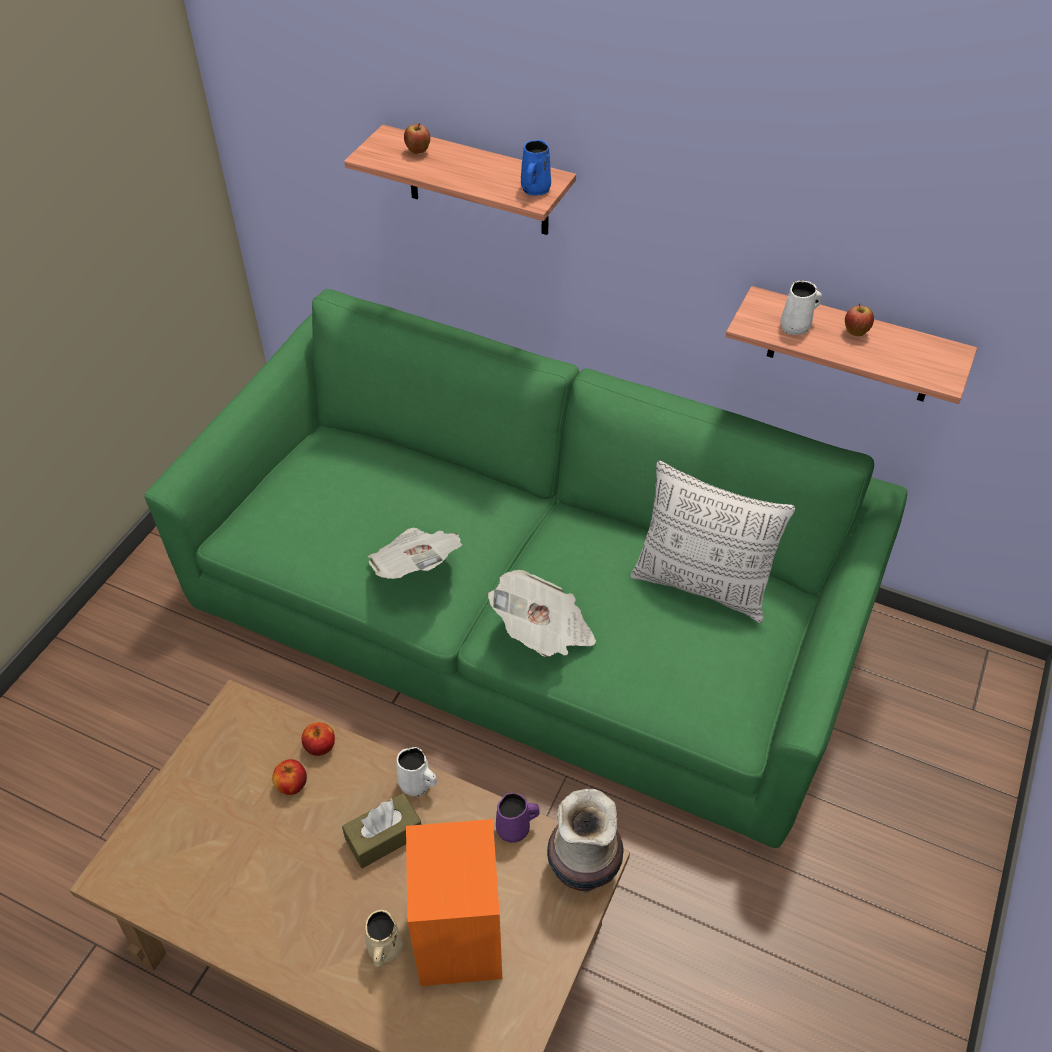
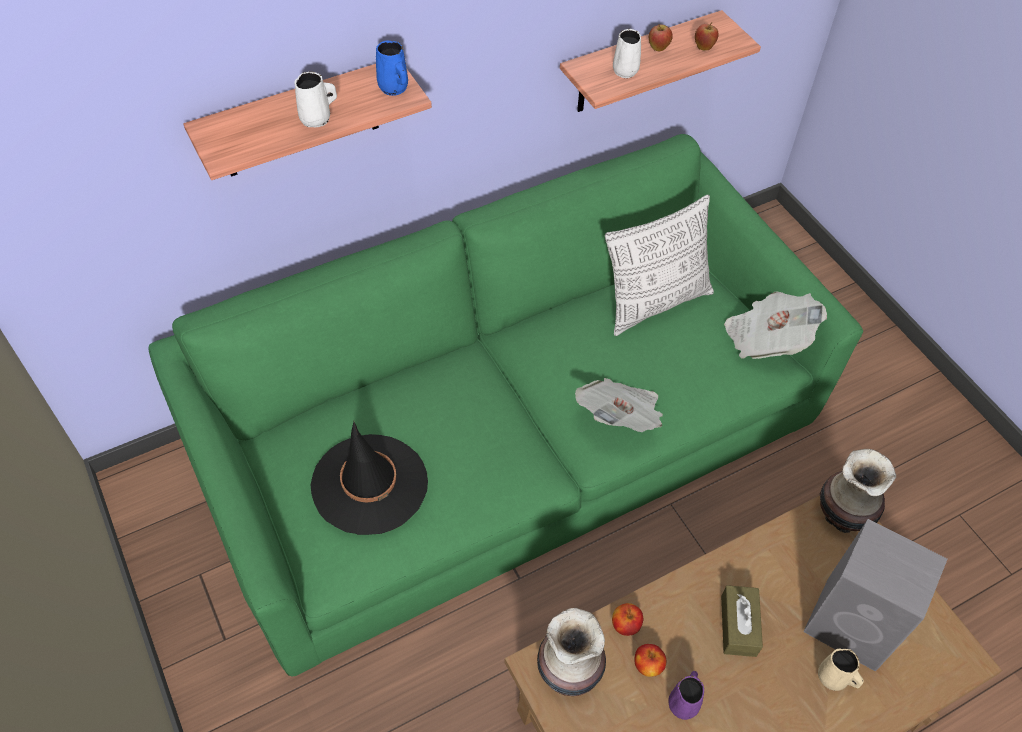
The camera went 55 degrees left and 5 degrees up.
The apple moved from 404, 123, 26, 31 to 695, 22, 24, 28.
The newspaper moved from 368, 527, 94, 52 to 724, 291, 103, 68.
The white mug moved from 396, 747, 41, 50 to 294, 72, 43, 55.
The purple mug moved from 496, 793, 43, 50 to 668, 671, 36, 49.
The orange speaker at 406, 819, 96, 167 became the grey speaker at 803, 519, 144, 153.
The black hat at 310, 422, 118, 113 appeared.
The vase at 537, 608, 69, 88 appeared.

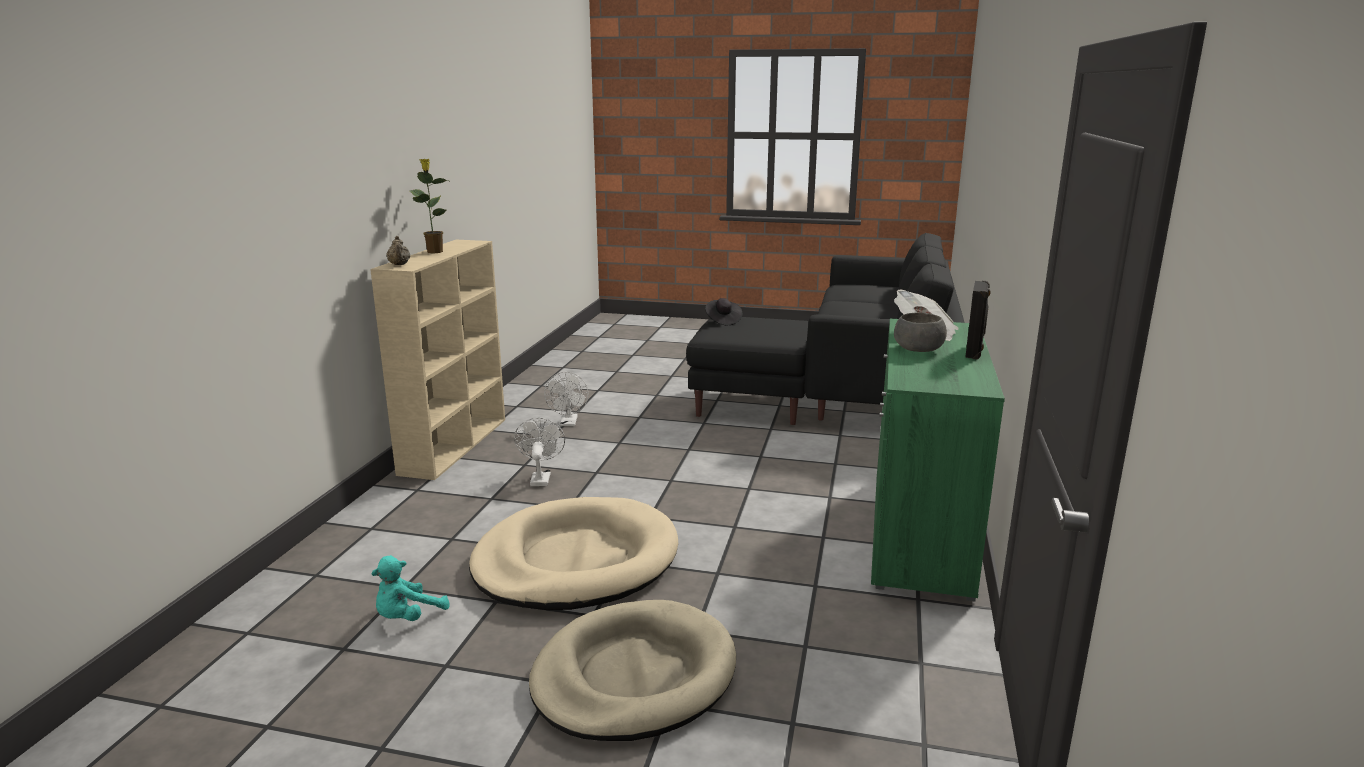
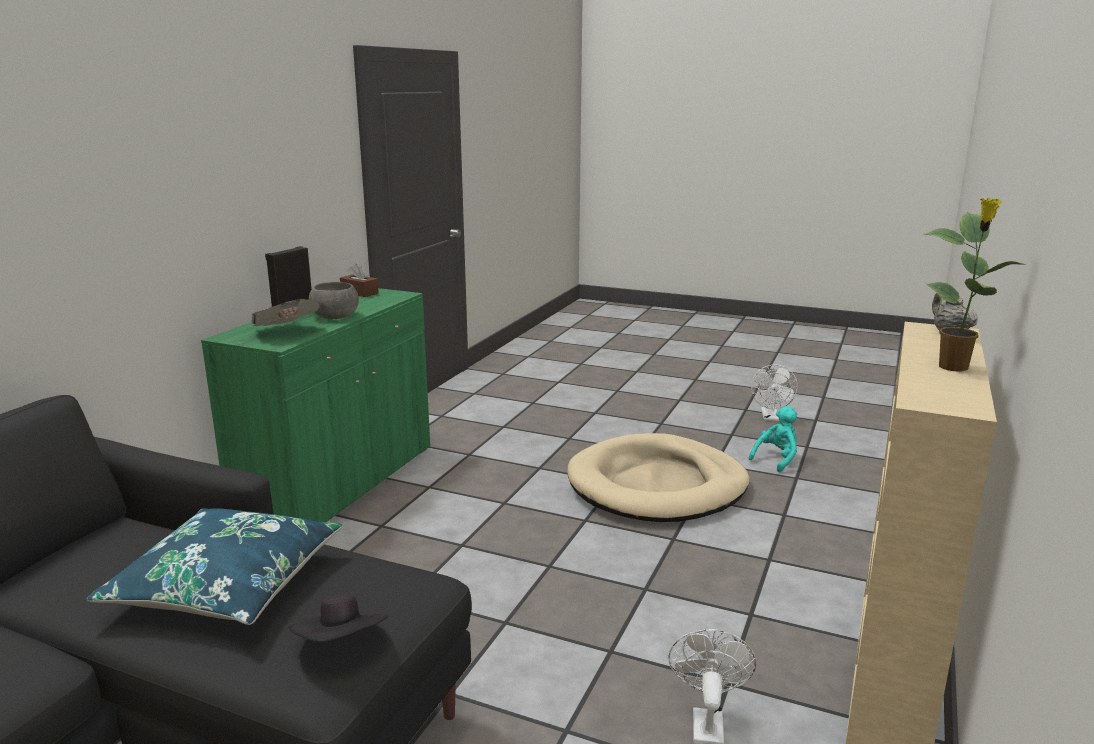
The camera went 170 degrees left and 0 degrees up.
The white fan moved from 514, 418, 51, 68 to 751, 364, 47, 57.
The beige dog bed at 529, 600, 207, 141 disappeared.
The brown tissue box at 340, 264, 39, 33 appeared.
The blue pillow at 87, 508, 256, 117 appeared.

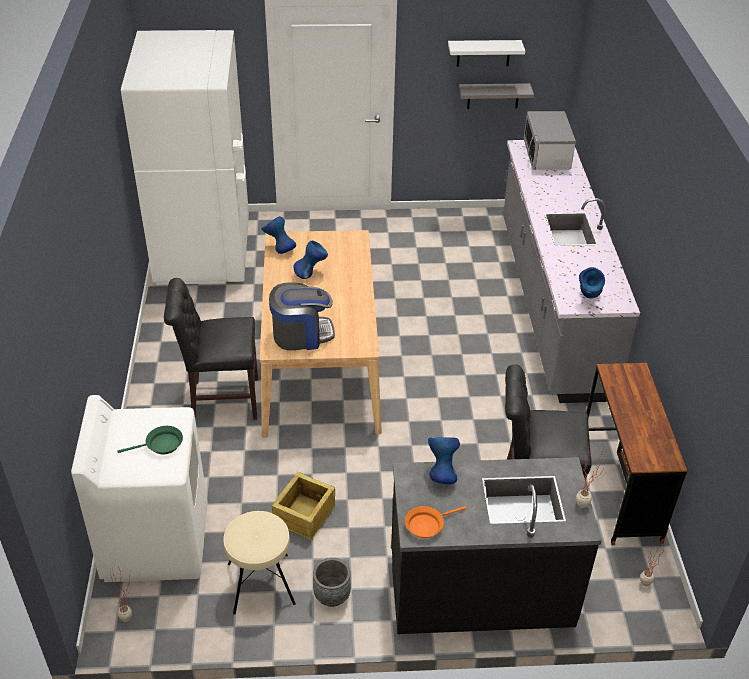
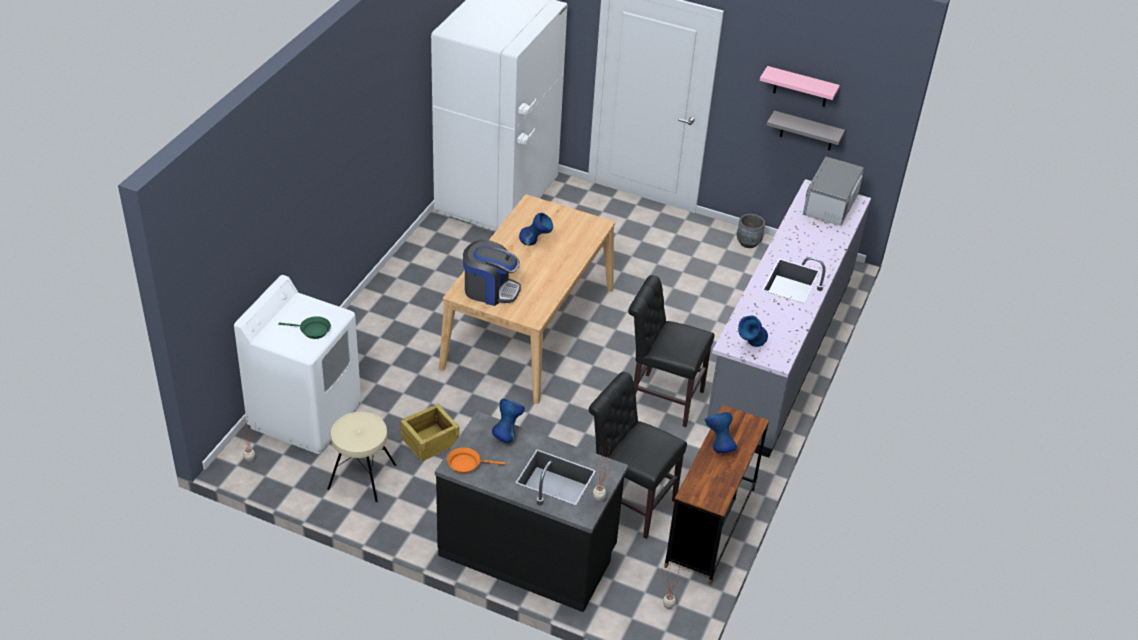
The camera went 25 degrees right and 0 degrees up.
The white shelf at 448, 40, 77, 27 became the pink shelf at 760, 66, 80, 41.
The blue vase moved from 261, 216, 35, 38 to 705, 412, 32, 41.
The black chair moved from 164, 278, 94, 142 to 629, 275, 85, 152.
The grey planter moved from 313, 558, 38, 49 to 737, 214, 28, 34.

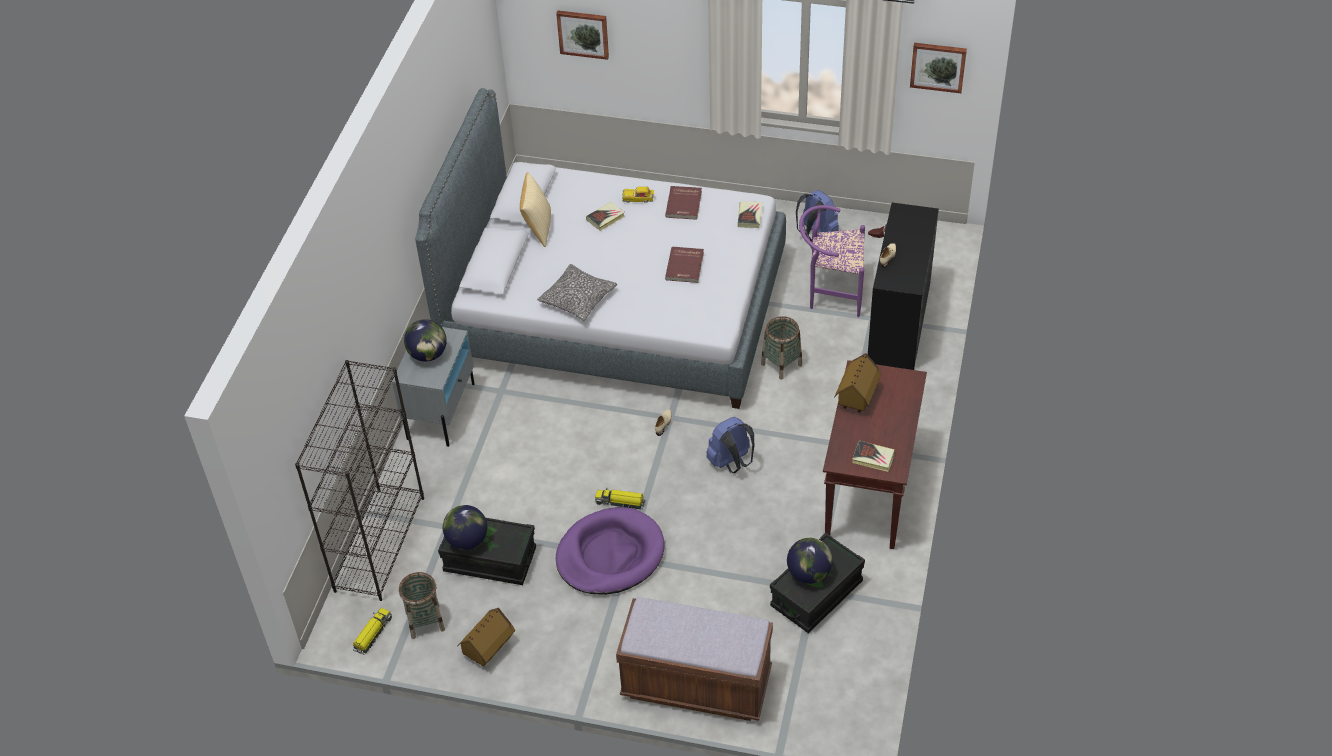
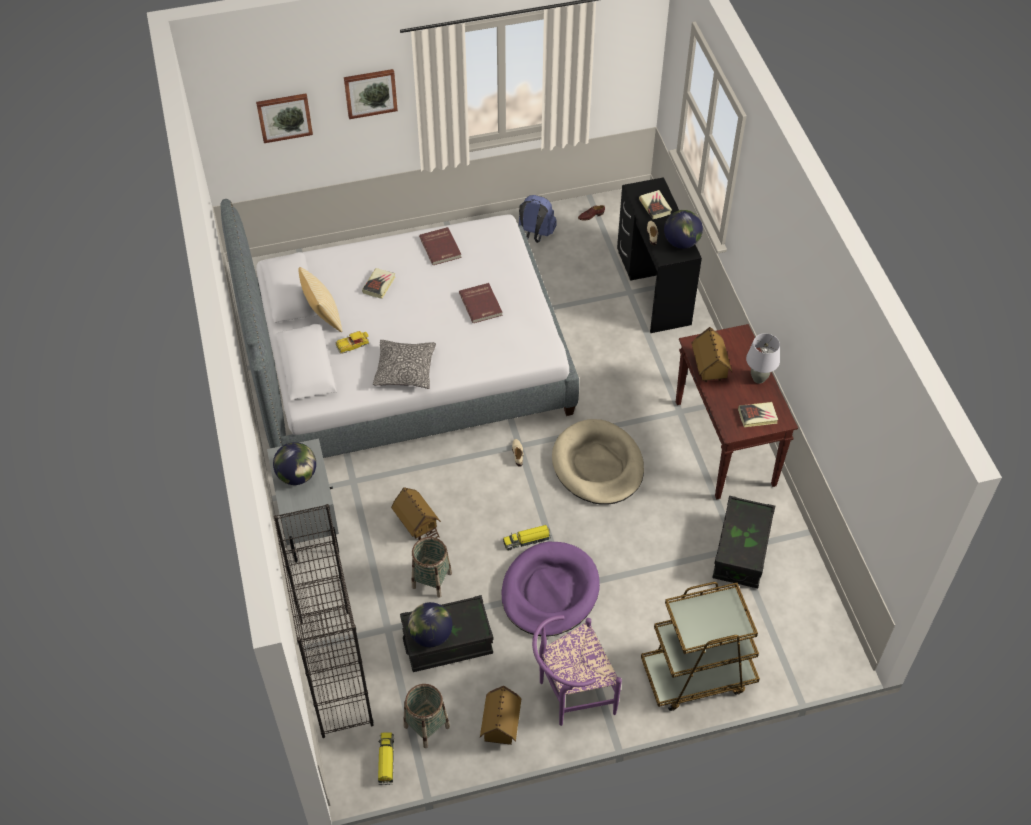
The camera went 30 degrees left and 5 degrees up.
The picture moved from 910, 43, 57, 50 to 344, 69, 54, 50.
The toy car moved from 622, 186, 32, 17 to 335, 331, 34, 23.
The book moved from 738, 201, 24, 27 to 639, 190, 33, 29.
The purple chair moved from 799, 205, 66, 112 to 532, 615, 90, 111.
The basket moved from 761, 316, 41, 64 to 412, 537, 40, 61.
The blue backpack at 706, 417, 48, 56 was replaced by the beige dog bed at 552, 419, 92, 86.
The globe moved from 787, 538, 46, 46 to 664, 210, 39, 39.
The brown bench at 616, 597, 157, 124 was replaced by the brown cart at 641, 582, 119, 129.
The grey table lamp at 746, 333, 34, 51 appeared.
The toy house at 391, 487, 50, 53 appeared.

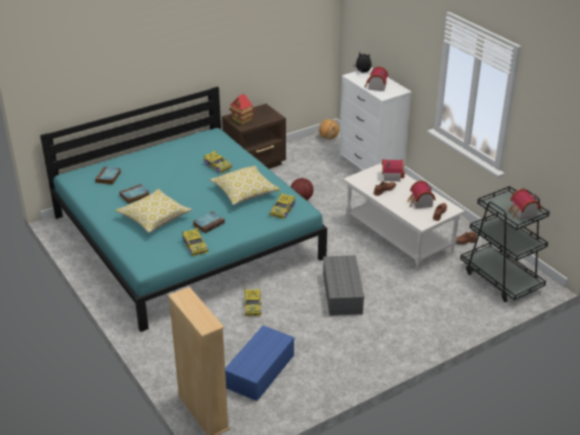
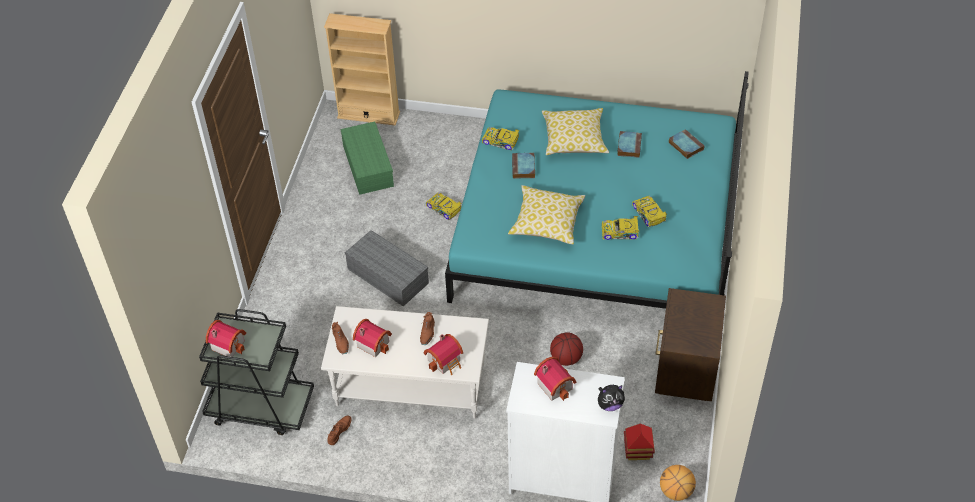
The camera went 135 degrees right and 15 degrees up.
The toy house moved from 229, 94, 25, 30 to 624, 424, 31, 36.
The toy car moved from 270, 193, 25, 26 to 632, 196, 35, 31.
The blue storage box at 225, 325, 70, 76 became the green storage box at 340, 121, 54, 74.

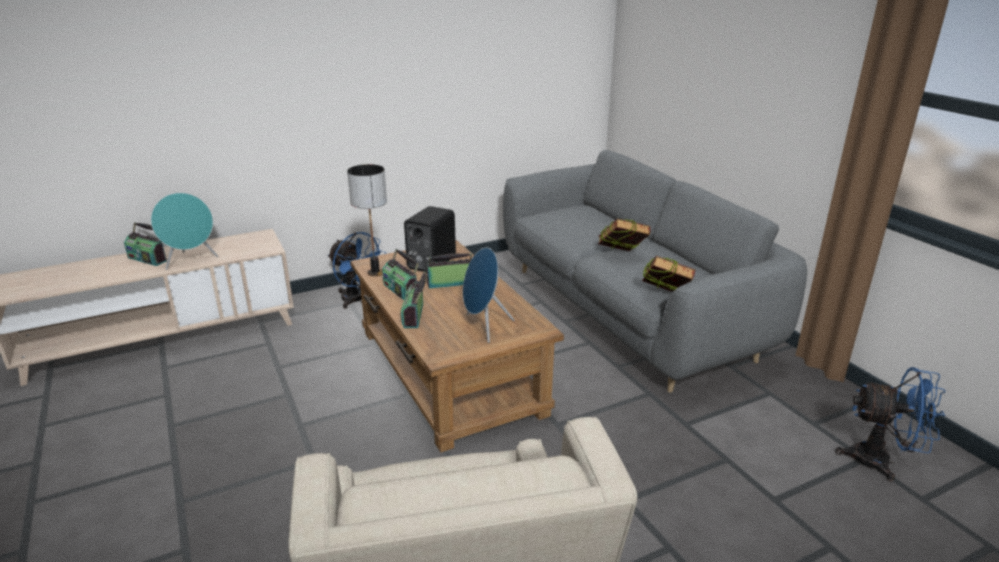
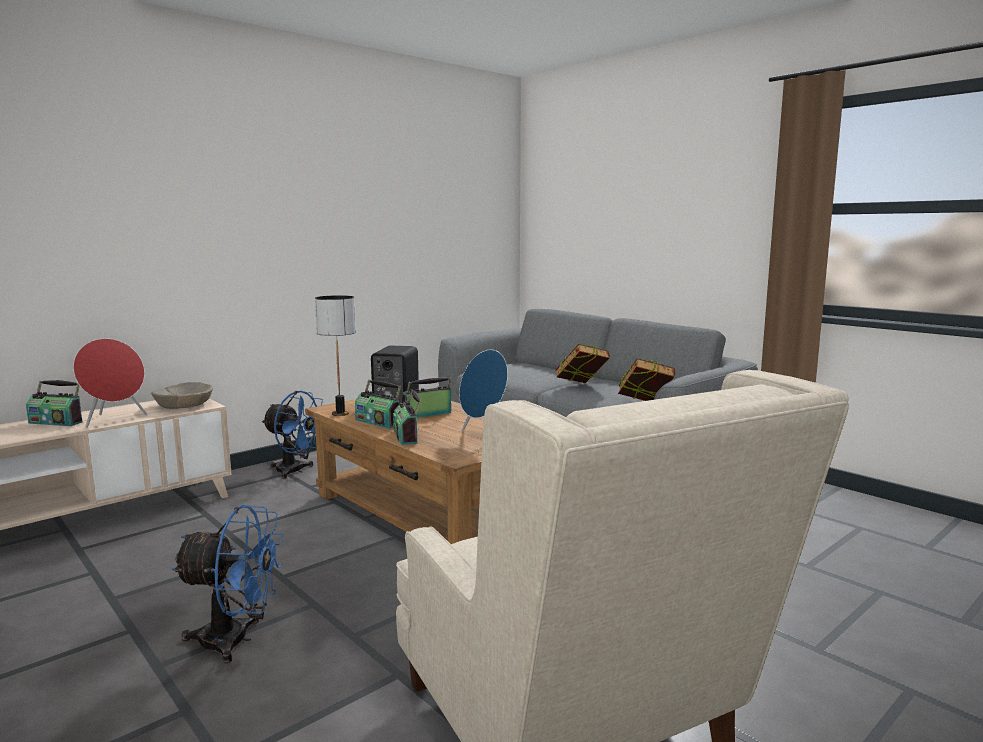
The camera went 15 degrees left and 15 degrees down.
The turquoise speaker at 151, 193, 67, 77 became the red speaker at 73, 339, 74, 89.
The blue fan moved from 835, 367, 111, 114 to 171, 505, 112, 158.
The beige bowl at 151, 382, 62, 27 appeared.

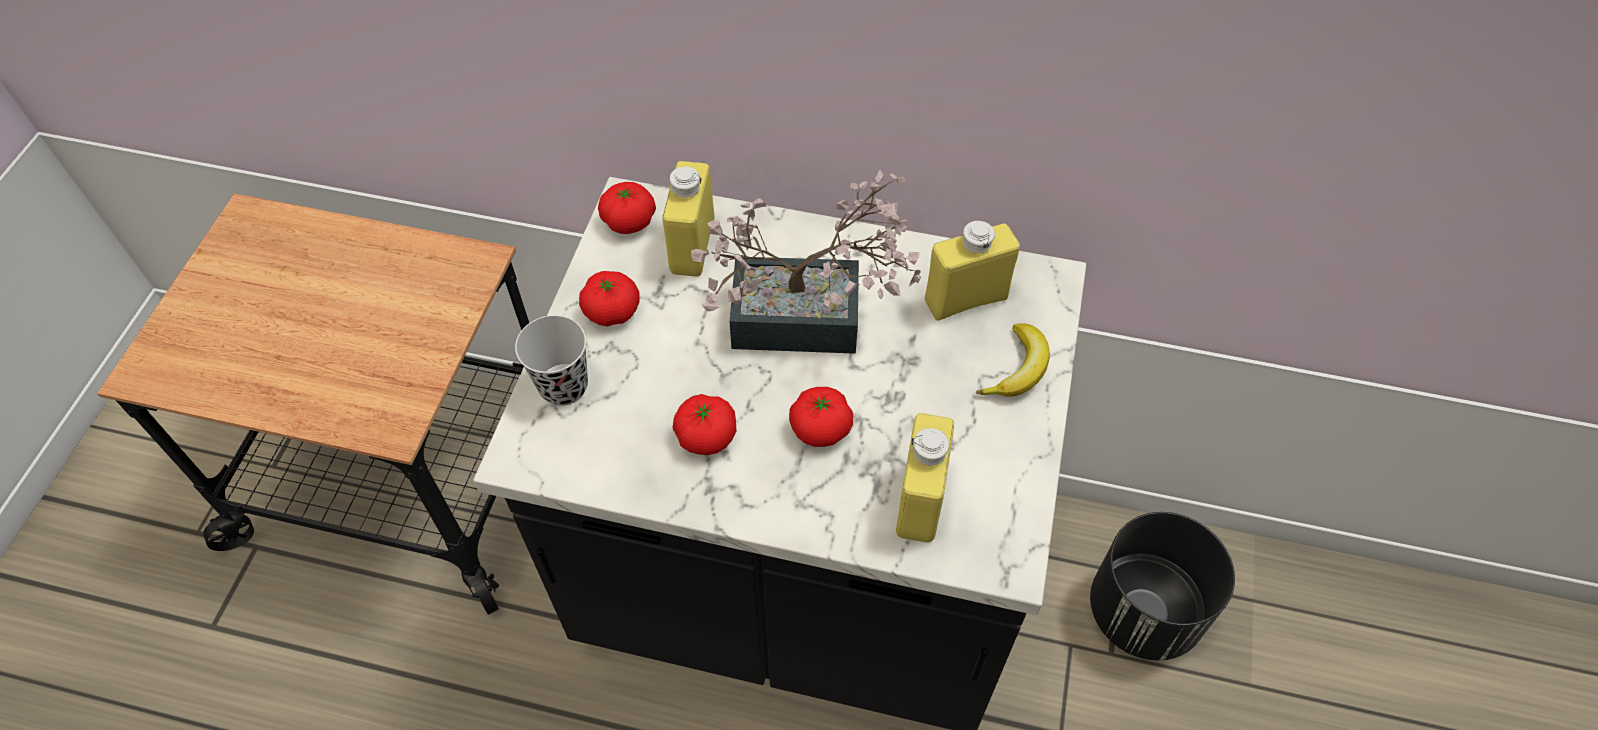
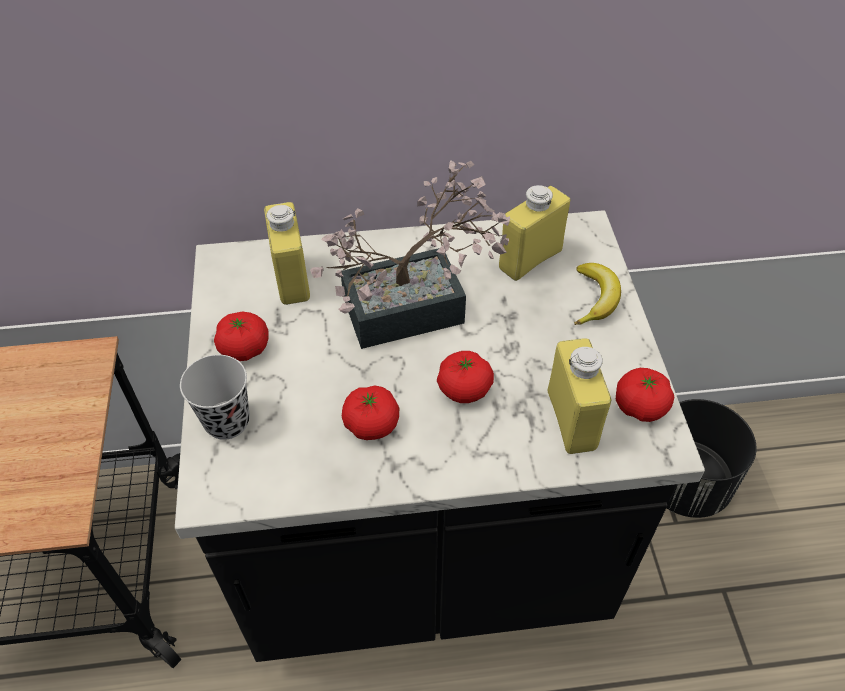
The camera went 20 degrees left and 5 degrees down.
The tomato moved from 598, 182, 58, 52 to 616, 368, 58, 54.

